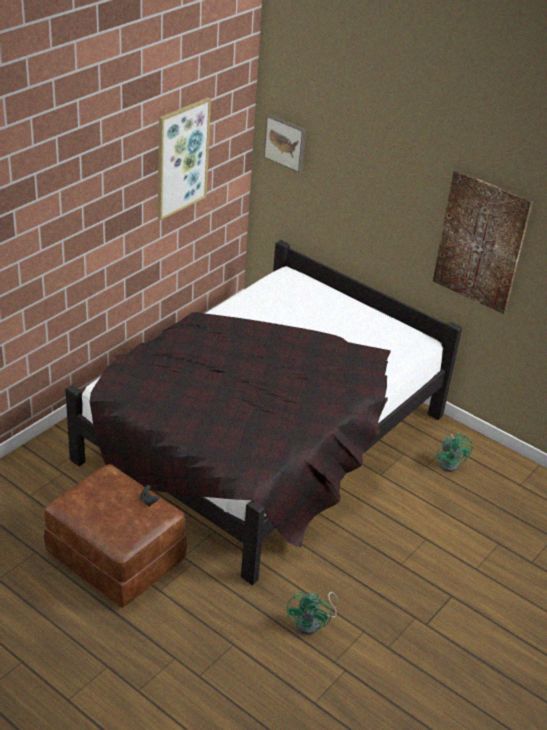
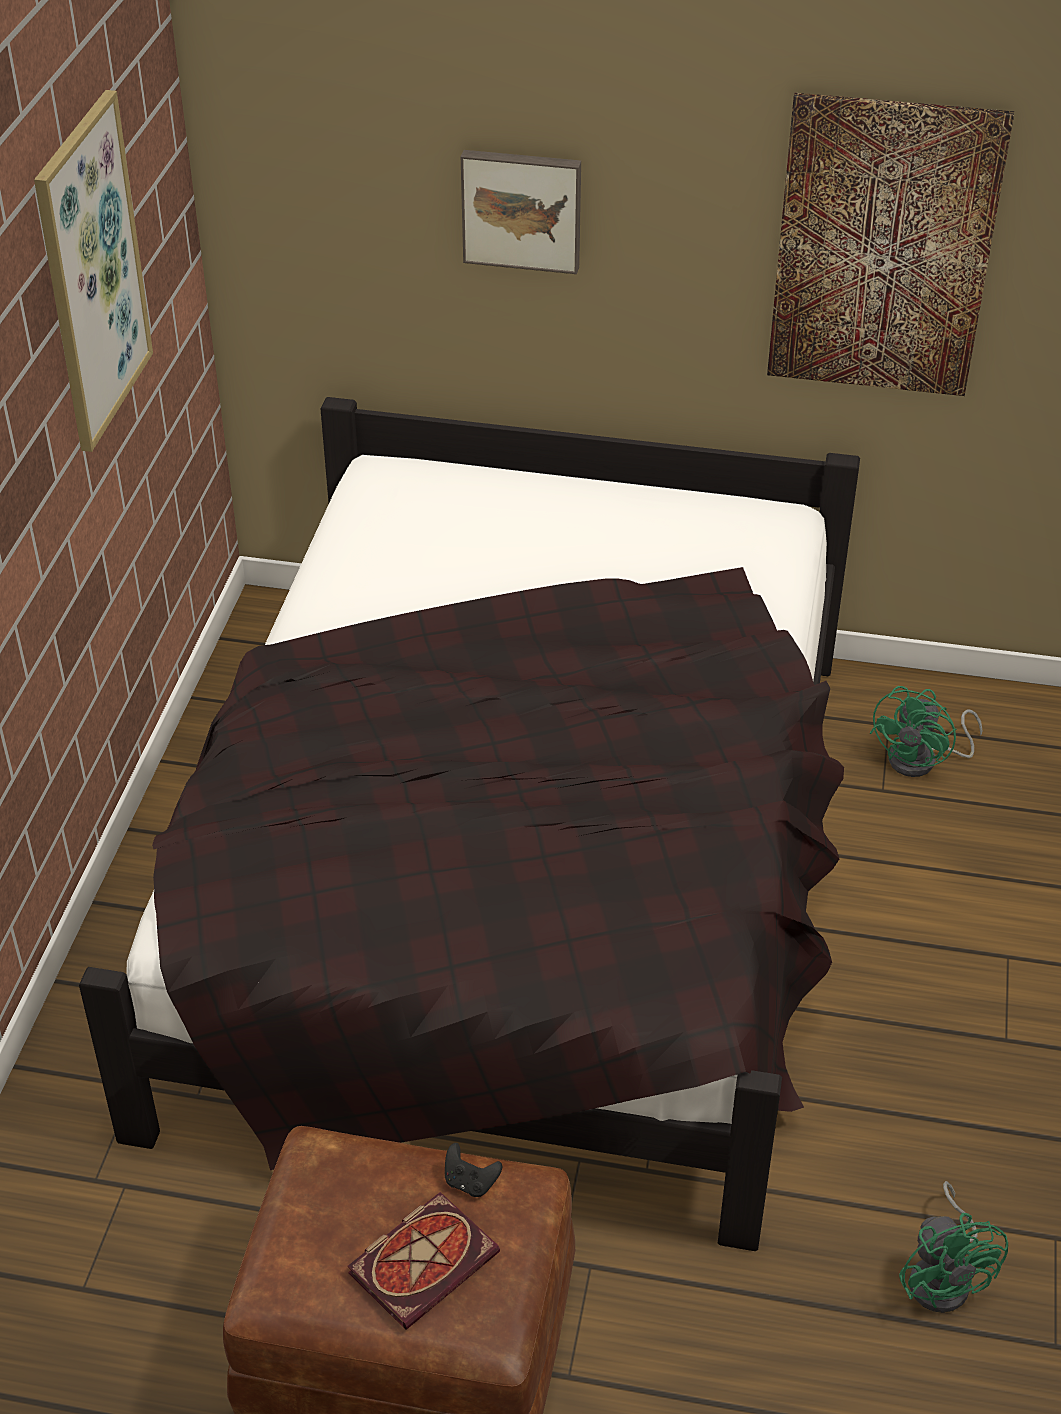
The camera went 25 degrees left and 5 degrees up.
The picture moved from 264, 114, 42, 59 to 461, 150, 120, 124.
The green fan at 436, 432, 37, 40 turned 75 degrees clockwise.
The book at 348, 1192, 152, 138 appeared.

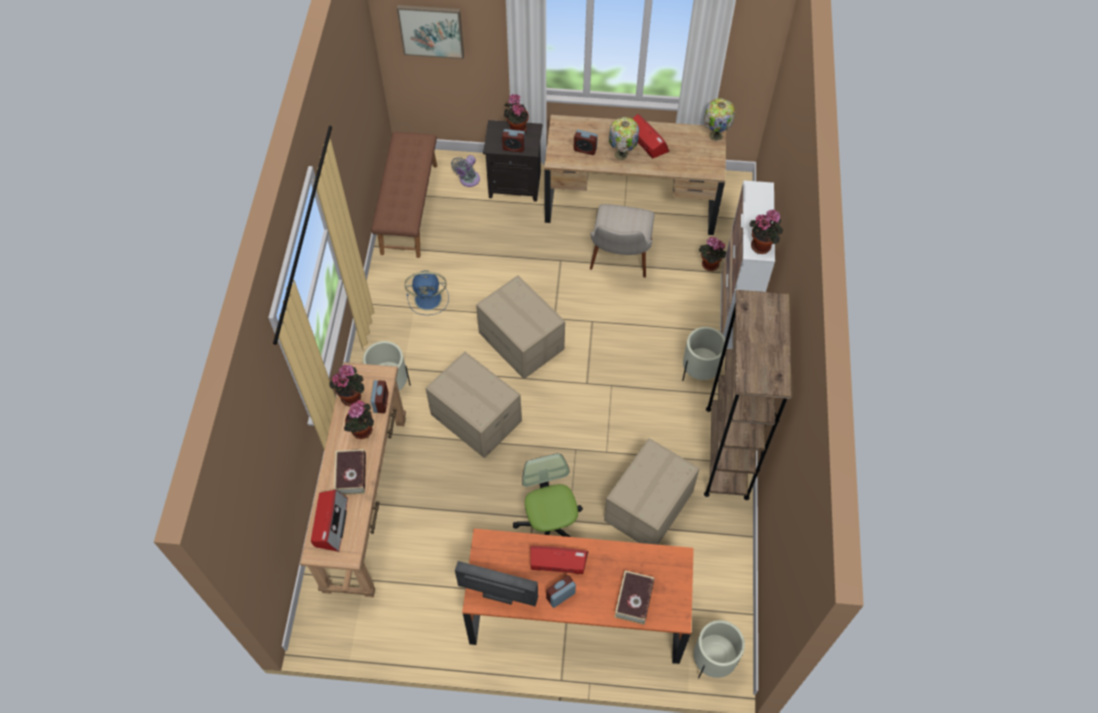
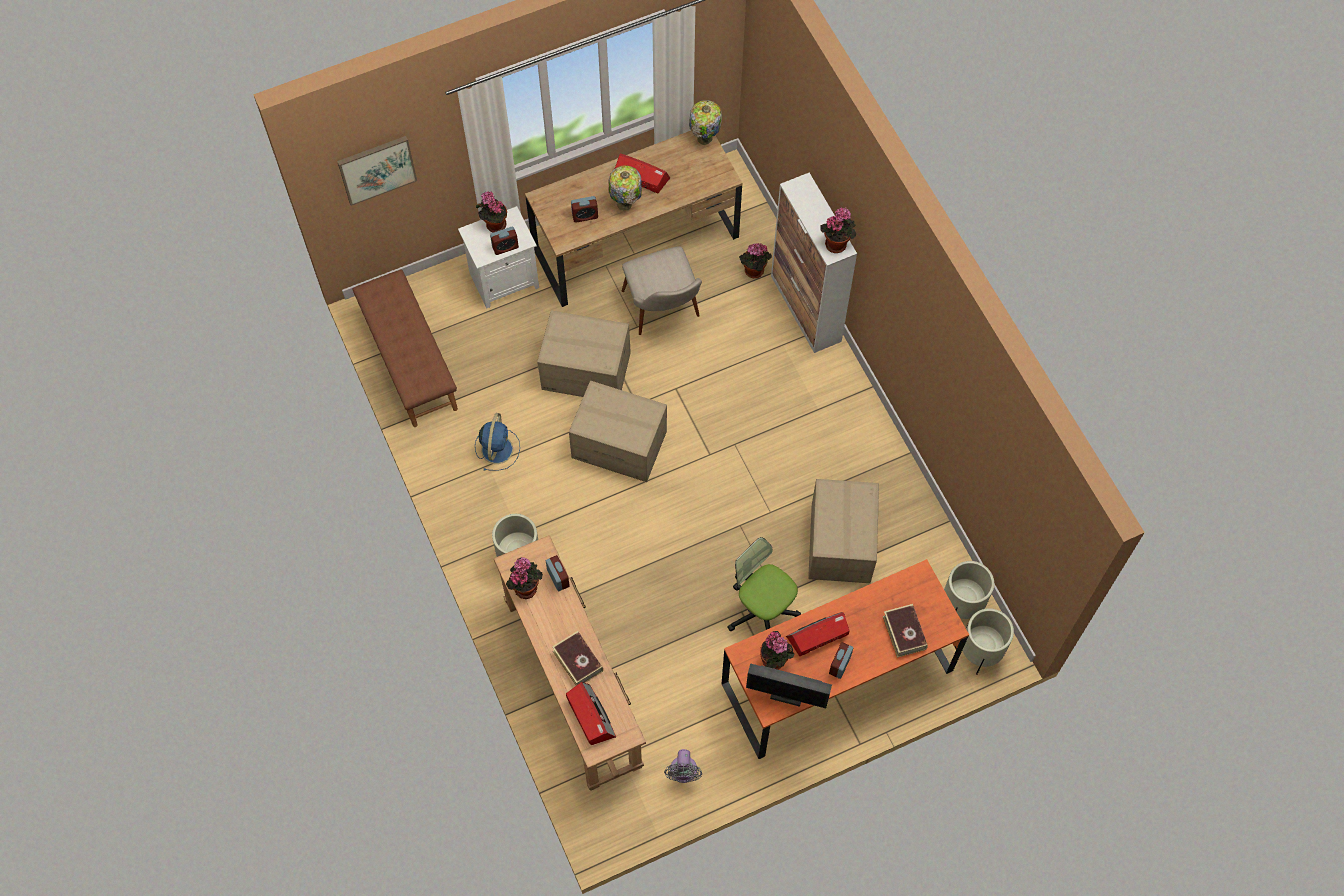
The camera went 30 degrees left and 5 degrees up.
The black nightstand at 483, 120, 60, 82 became the white nightstand at 458, 206, 81, 103.
The grey fan moved from 451, 155, 29, 32 to 664, 749, 38, 34.
The blue fan at 405, 270, 44, 45 turned 45 degrees counterclockwise.
The brown bookcase at 704, 290, 87, 210 disappeared.
The beige planter moved from 682, 327, 44, 54 to 944, 561, 50, 58.
The cardboard box moved from 425, 351, 97, 107 to 537, 310, 94, 87.
The potted plant moved from 344, 400, 30, 39 to 760, 631, 34, 39.
The monitor at 455, 561, 83, 45 turned 150 degrees counterclockwise.

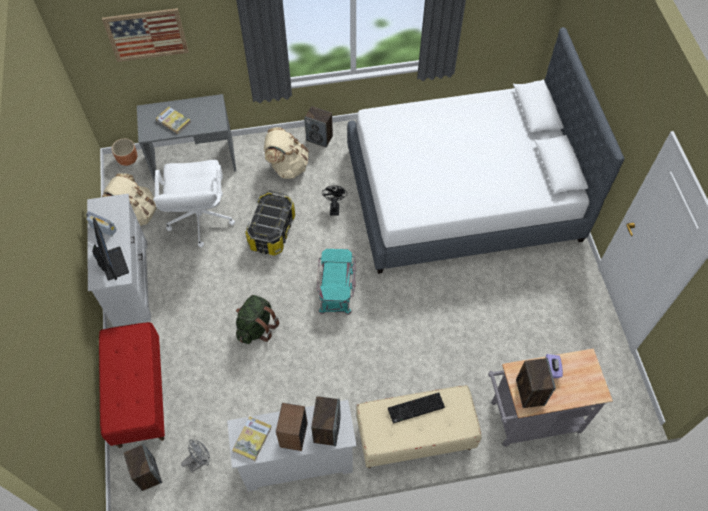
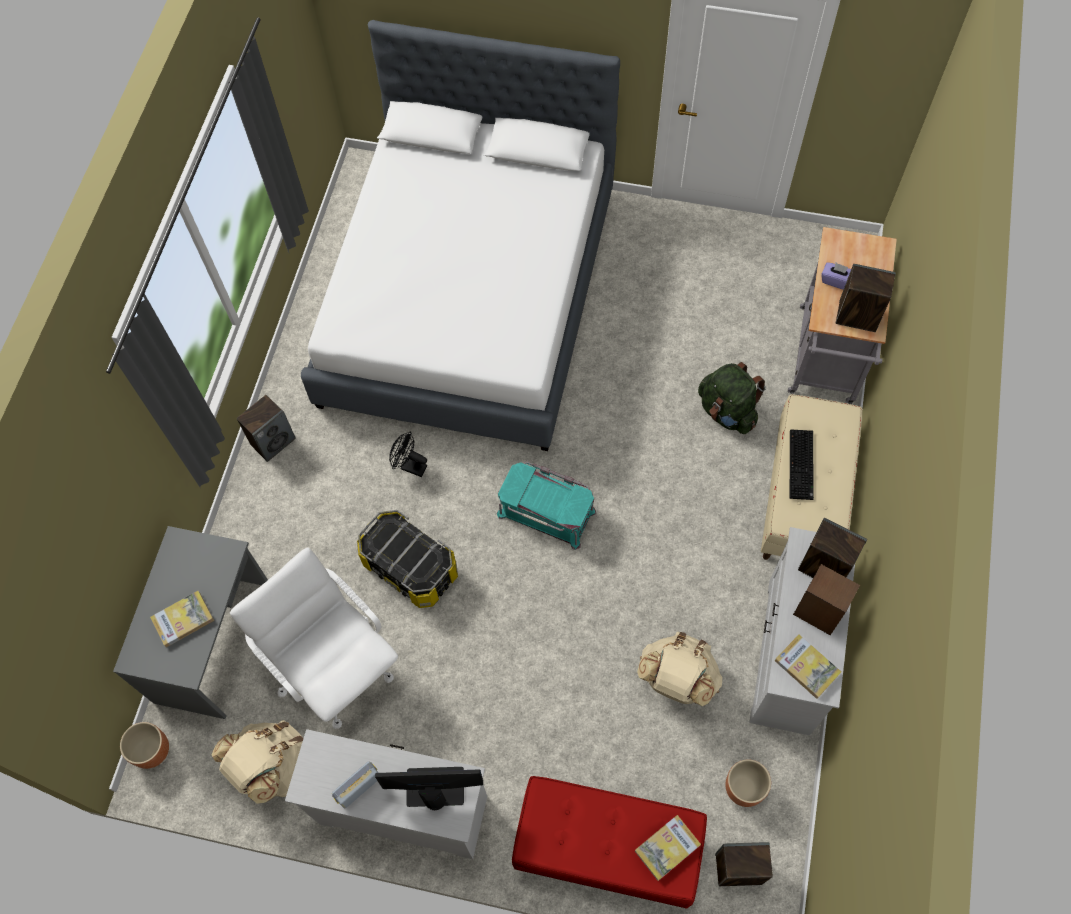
The camera went 65 degrees left and 5 degrees up.
The picture at 102, 8, 87, 54 disappeared.
The beige backpack moved from 264, 127, 45, 52 to 637, 632, 85, 74.
The white office chair at 153, 160, 82, 87 turned 150 degrees counterclockwise.
The green backpack moved from 236, 295, 43, 49 to 698, 362, 68, 72.
The grey fan at 181, 440, 29, 32 was replaced by the brown planter at 726, 759, 45, 48.
The book at 635, 815, 66, 66 appeared.

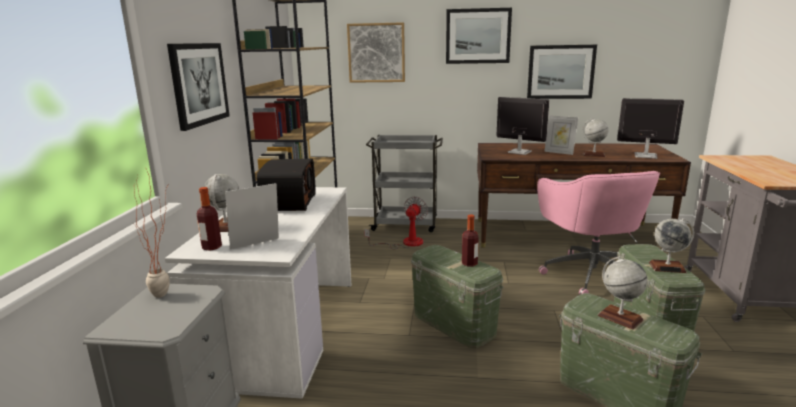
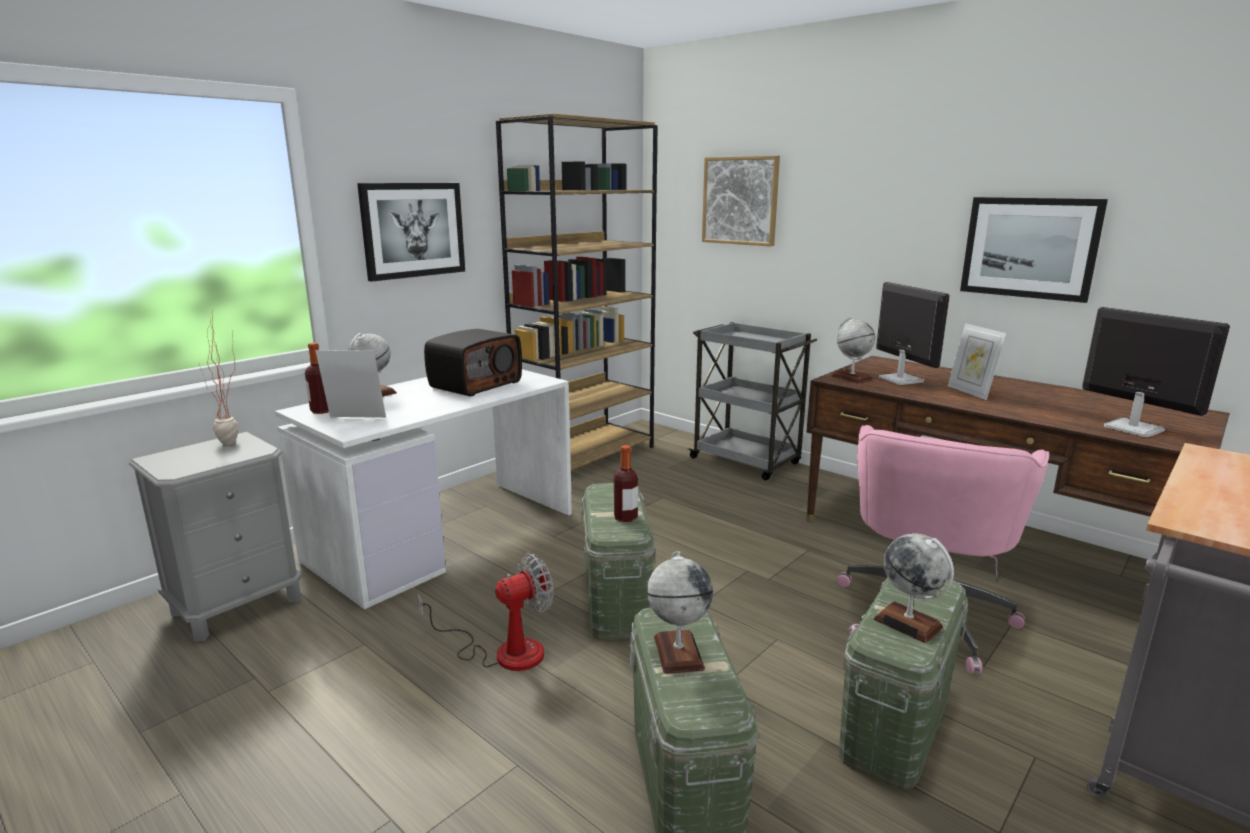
The camera went 35 degrees right and 0 degrees up.
The picture at 446, 8, 66, 56 disappeared.
The globe moved from 582, 118, 27, 39 to 831, 317, 44, 67.
The fan moved from 364, 197, 64, 52 to 417, 553, 136, 118.

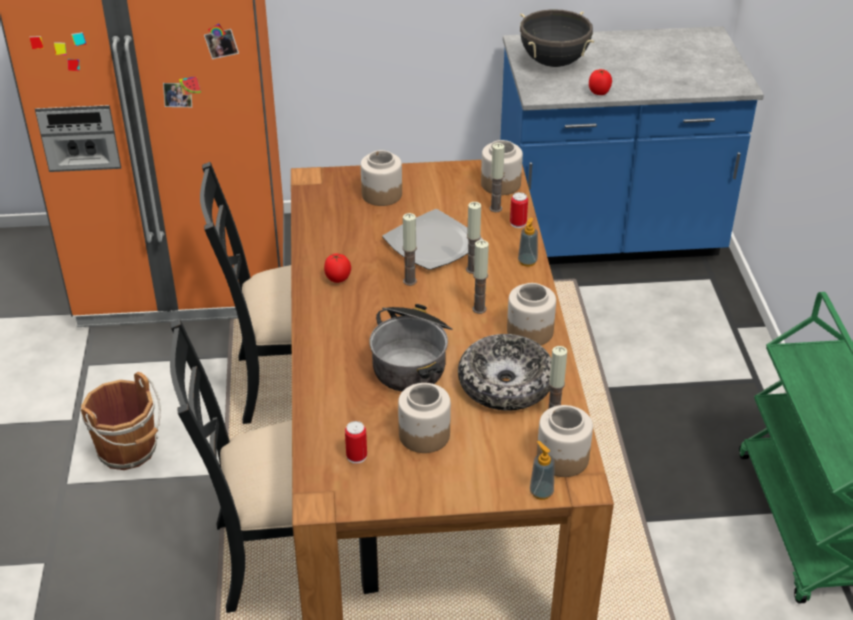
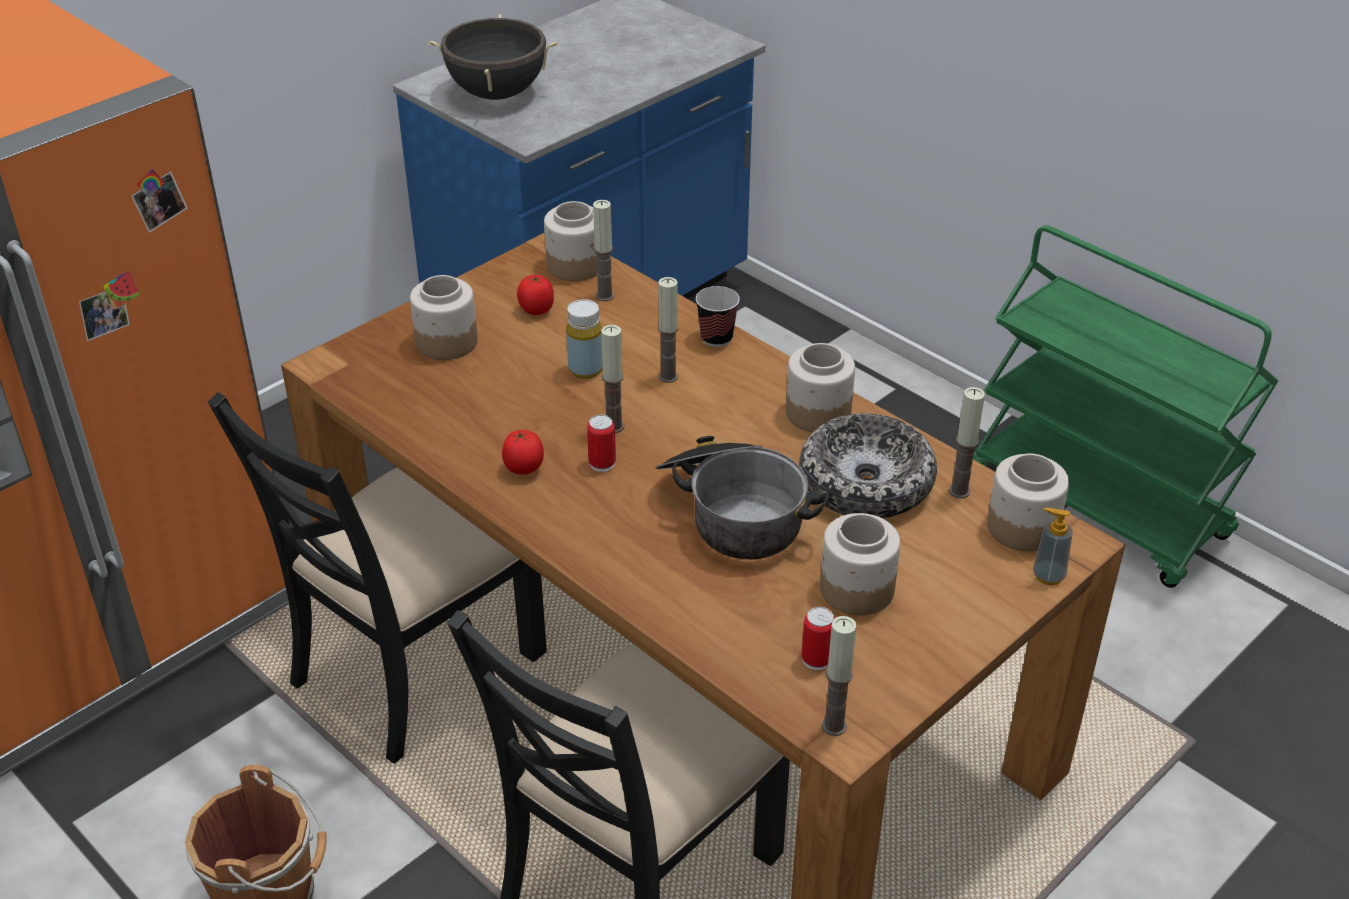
The camera went 40 degrees left and 0 degrees up.
The tomato moved from 589, 69, 23, 26 to 517, 275, 37, 40.
The can moved from 510, 192, 18, 36 to 587, 415, 29, 57.
The plate at 382, 209, 102, 61 was replaced by the yellow bottle at 566, 299, 37, 80.
The soap dispenser at 518, 218, 20, 49 was replaced by the cup at 696, 286, 44, 61.
The candle moved from 472, 240, 17, 74 to 822, 616, 34, 120.

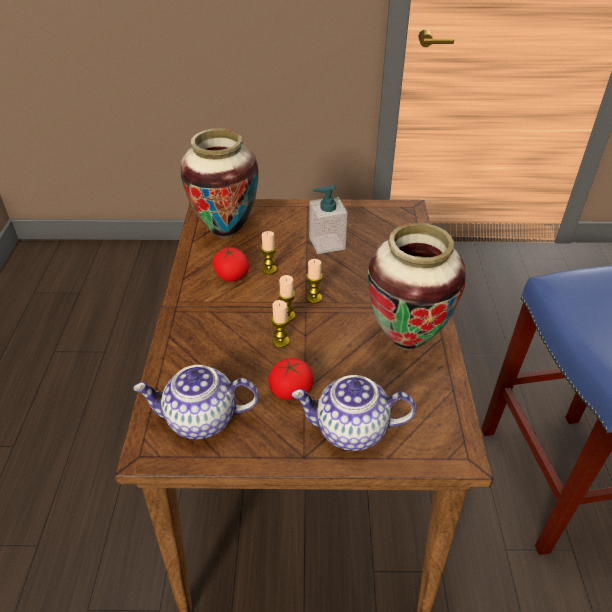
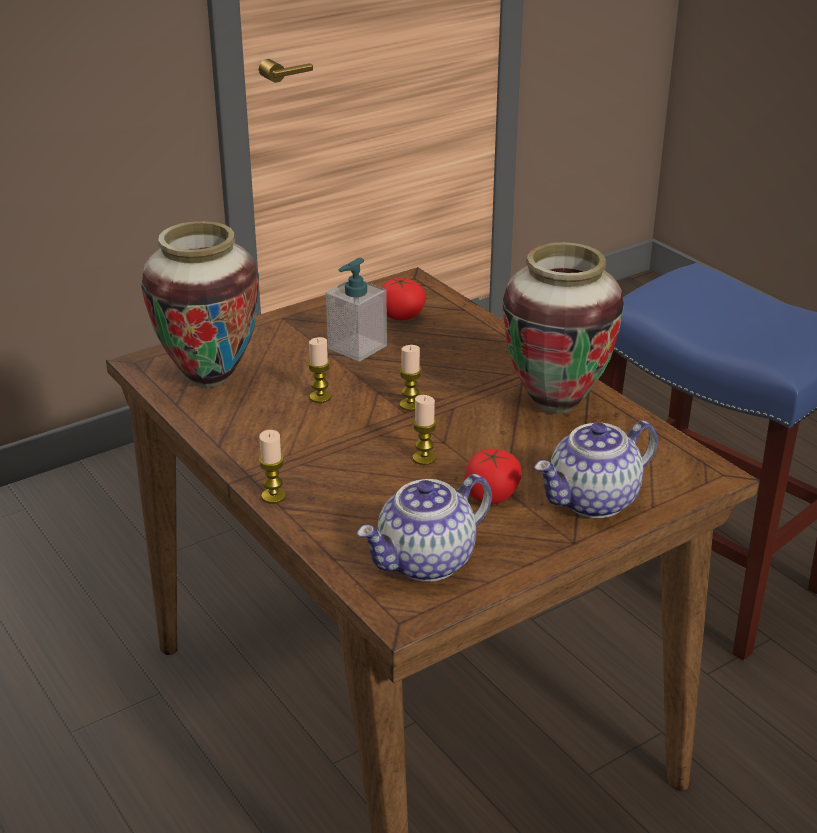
The camera went 35 degrees left and 10 degrees down.
The tomato moved from 213, 247, 36, 35 to 382, 278, 44, 42.
The candle moved from 278, 275, 17, 47 to 258, 430, 28, 74.

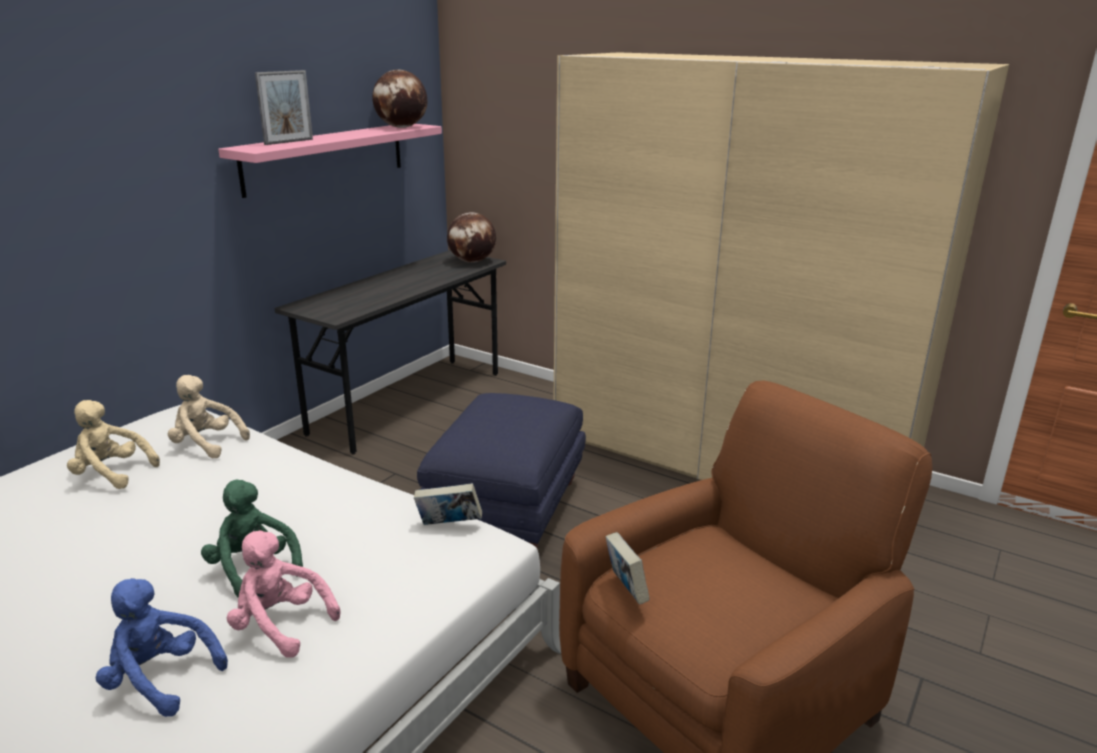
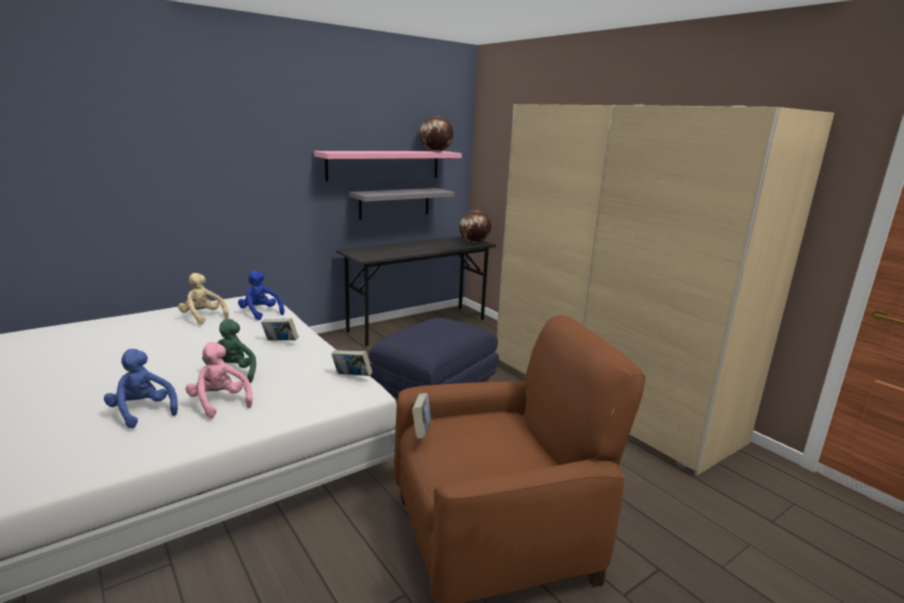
The camera went 20 degrees right and 5 degrees down.
The picture frame at 255, 70, 58, 75 disappeared.
The beige plush toy at 168, 375, 82, 83 became the blue plush toy at 238, 270, 46, 50.
The grey shelf at 349, 188, 106, 32 appeared.
The book at 261, 318, 38, 23 appeared.

